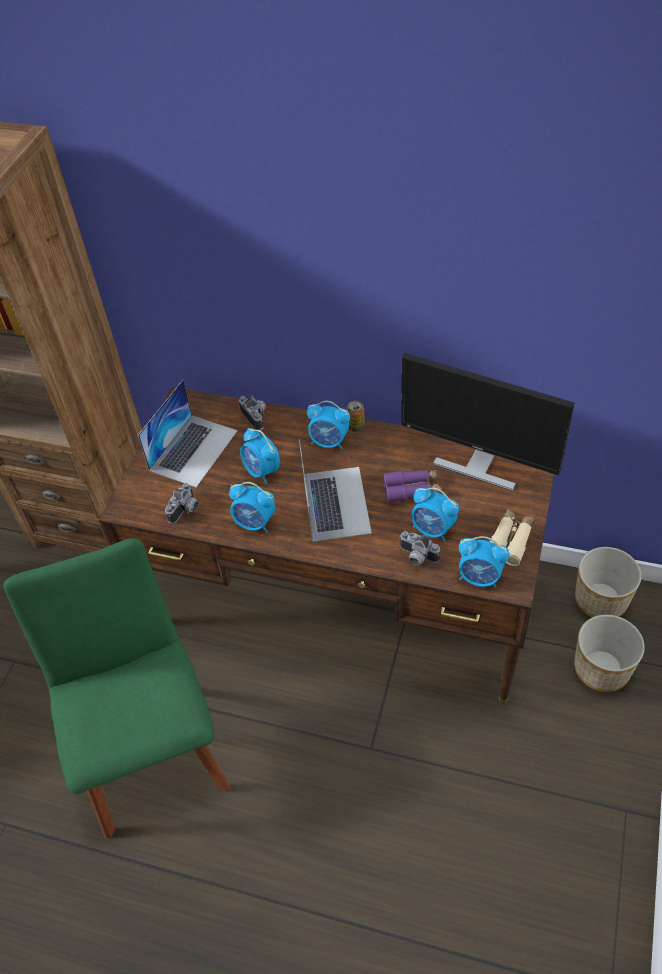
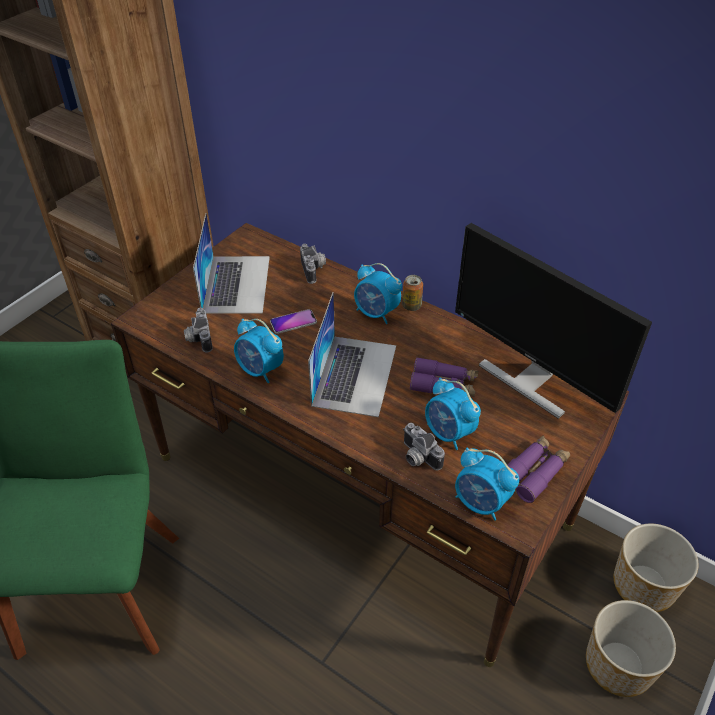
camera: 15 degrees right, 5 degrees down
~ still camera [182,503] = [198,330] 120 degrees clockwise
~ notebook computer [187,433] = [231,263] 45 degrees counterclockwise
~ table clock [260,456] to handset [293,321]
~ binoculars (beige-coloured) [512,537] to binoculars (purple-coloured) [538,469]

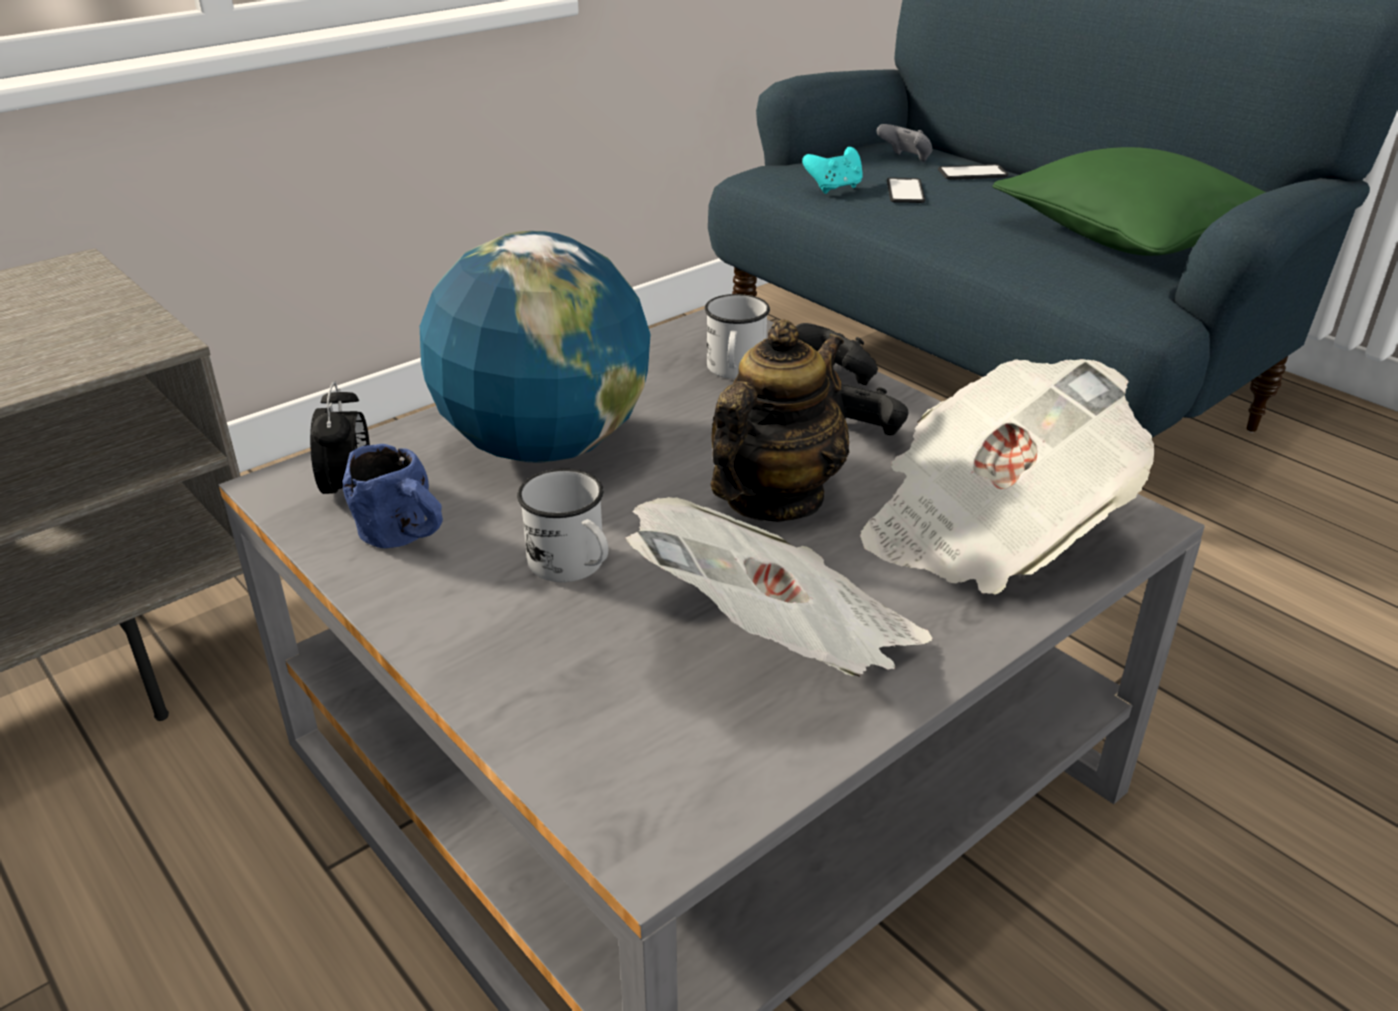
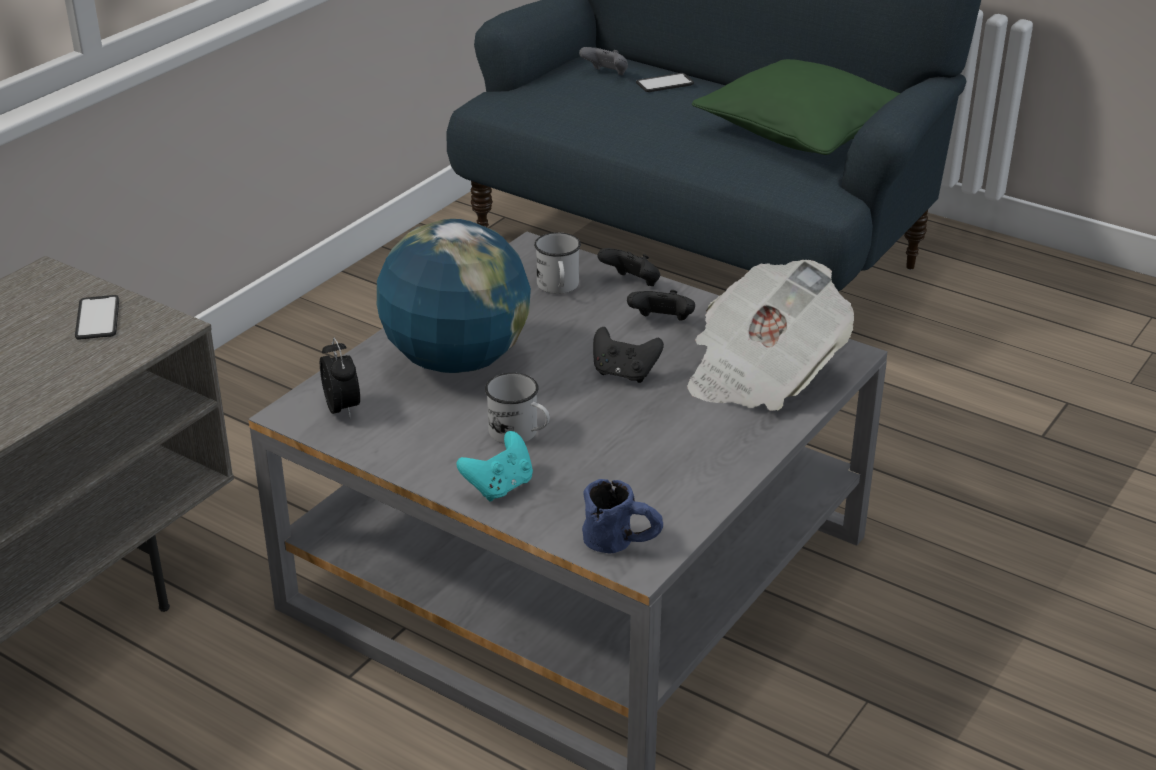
camera: 15 degrees left, 0 degrees up
~ handset [906,190] to [97,317]
~ joypad (turquoise) [832,170] to [494,466]
~ tea mug (bluish) [393,496] to [622,516]
~ tea pot [780,420] to joypad (black-coloured) [628,355]
- newspaper [779,587]

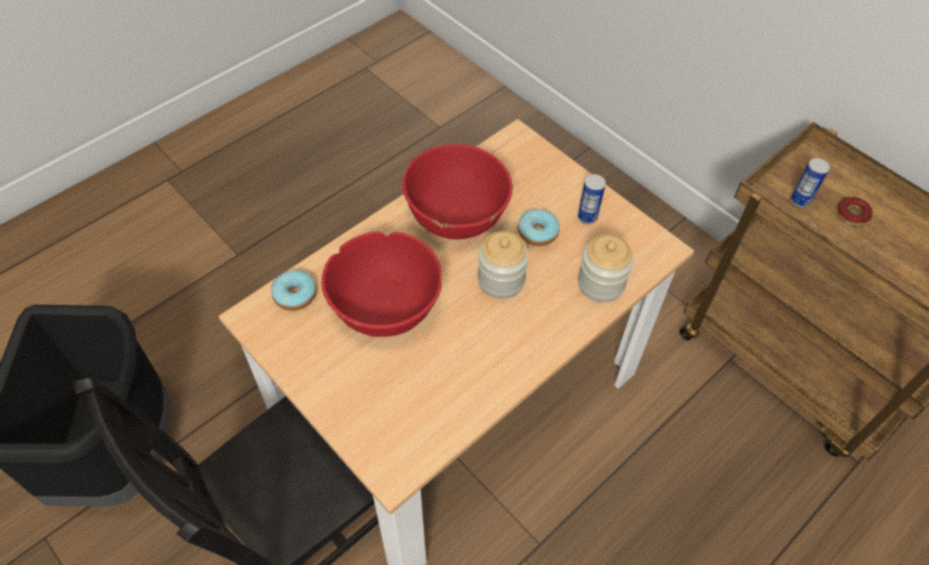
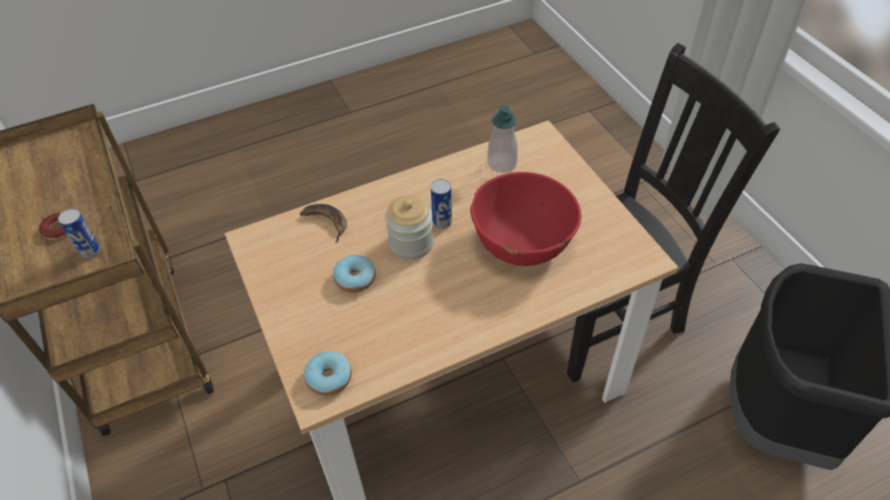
camera: 160 degrees left, 5 degrees down
~ jar [606,268] to banana [323,223]
~ donut [293,290] to [328,373]
~ sealed can [592,199] to [441,204]
+ liquid soap bottle [502,139]
- deep dish (reddish) [457,192]

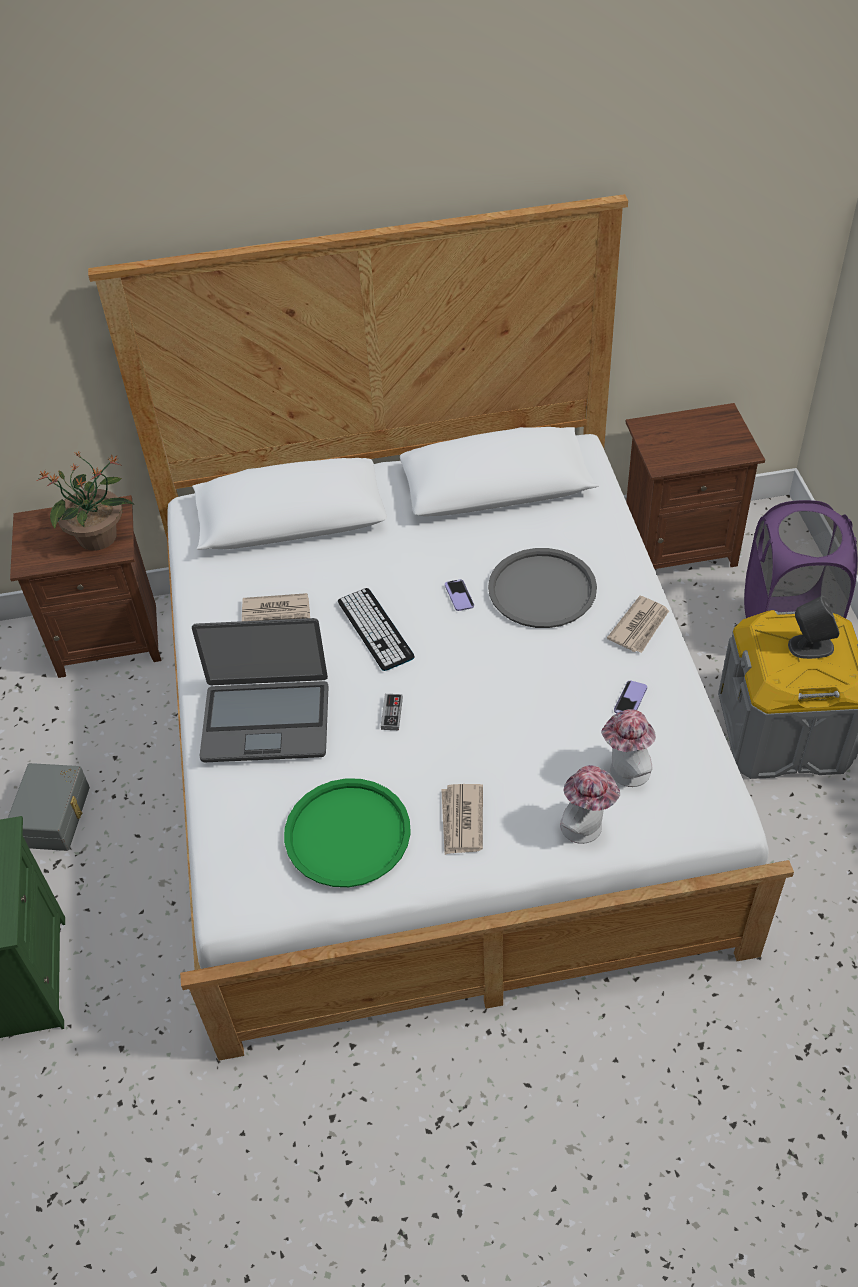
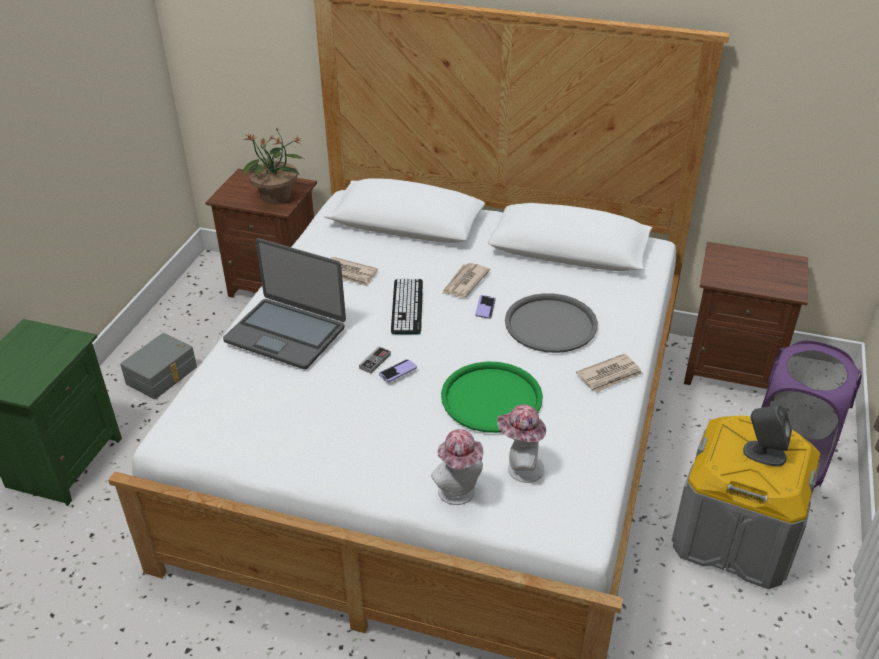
camera: 25 degrees right, 10 degrees down
~ handset [630,697] to [398,370]
~ serving tray (green-coloured) [347,832] to [492,397]
~ newspaper [462,819] to [466,280]

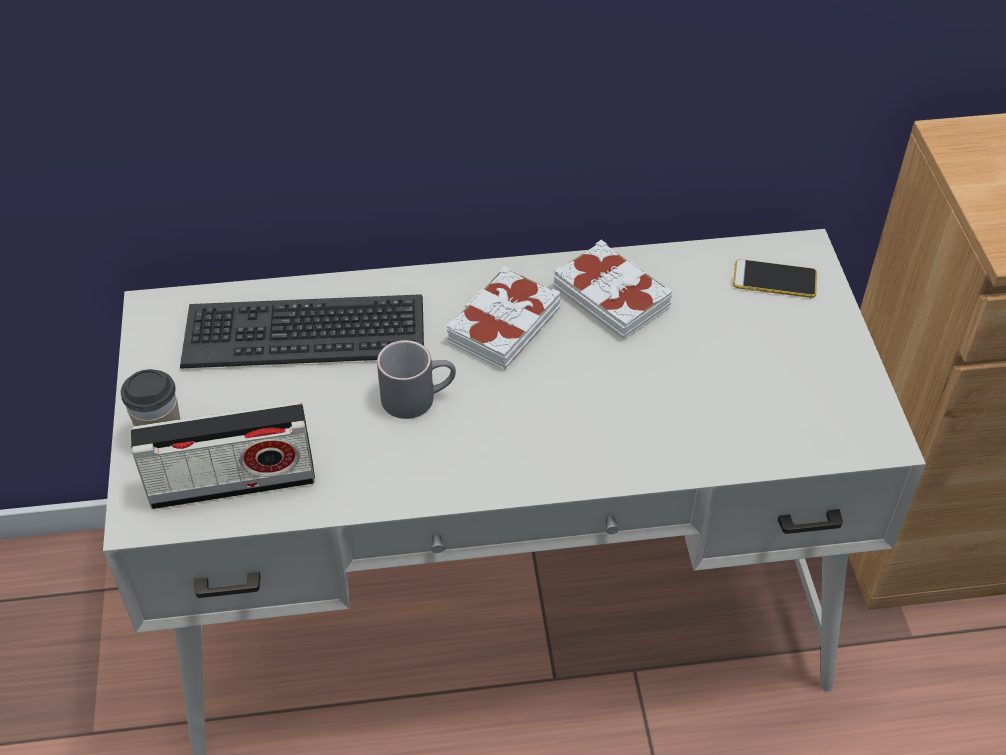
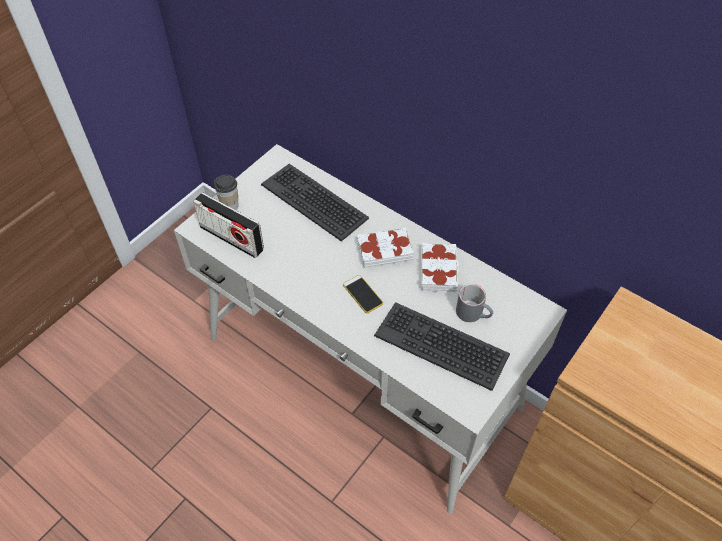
camera: 45 degrees right, 5 degrees up
~ handset [775,278] to [363,294]
+ computer keyboard [442,346]
~ tea mug (greyish) [416,379] to [474,303]

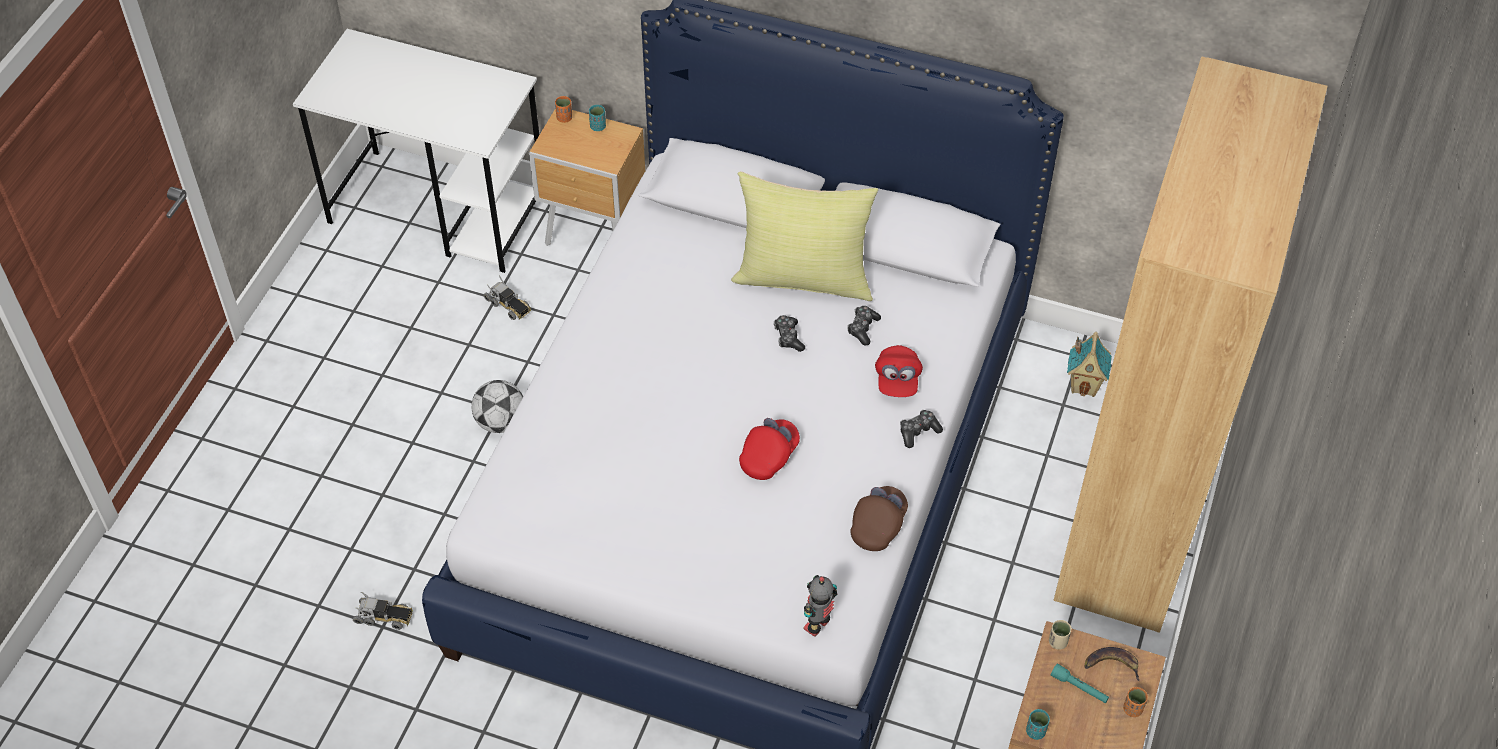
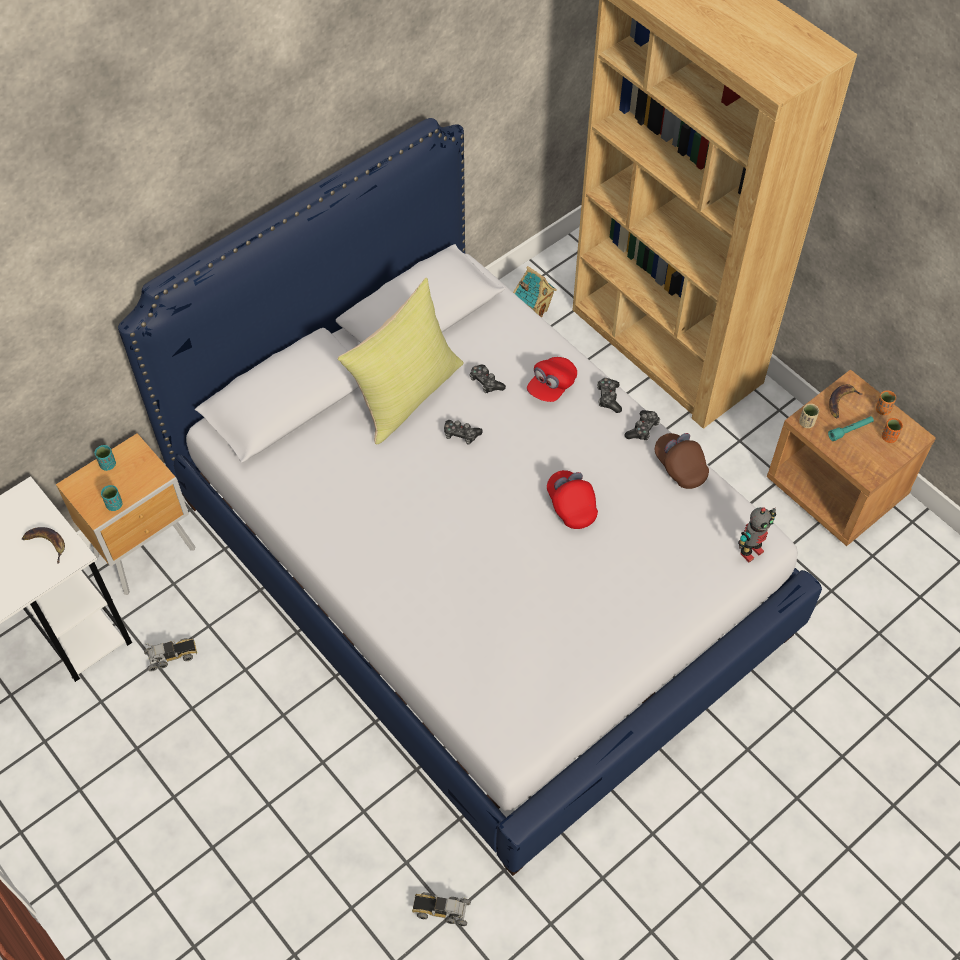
camera: 60 degrees left, 5 degrees up
+ banana [43,545]
~ small cup (turquoise) [1038,724] to [111,498]
~ model truck [383,611] = [441,909] 120 degrees counterclockwise
~ baseball cap (reddish) [899,371] = [552,379] 90 degrees clockwise
+ joypad [642,425]
~ model robot [820,606] = [757,534] 105 degrees counterclockwise
~ small cup (orange-coloured) [563,109] to [892,430]
- football ball [497,406]

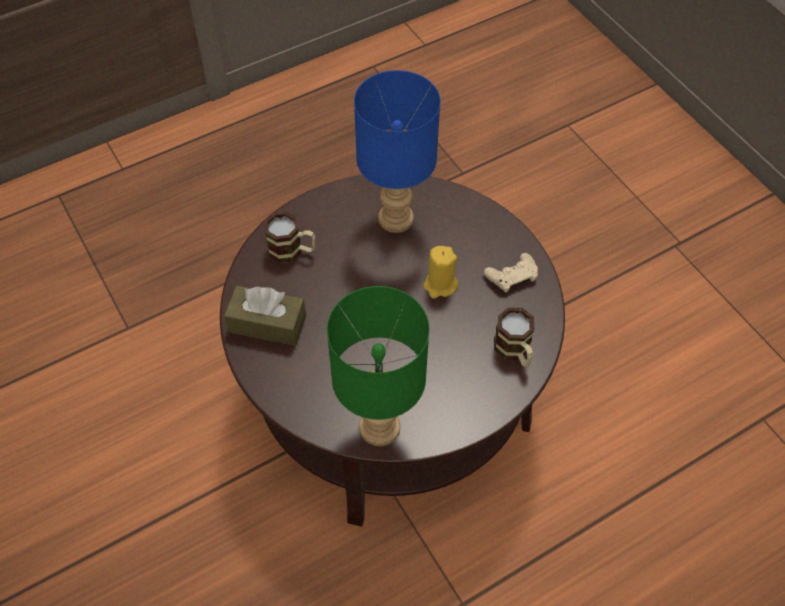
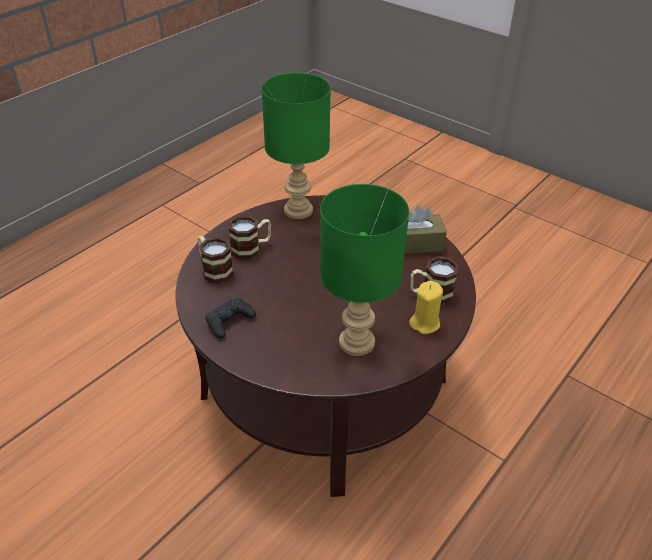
camera: 160 degrees right, 15 degrees down
~ joypad (beige-coloured) [511,273] to joypad (black-coloured) [231,318]
+ tea mug [250,238]
~ lamp for a table (bluish) [397,151] to lamp for a table (green-coloured) [365,270]
~ wax light (yellow) [440,272] to [426,307]

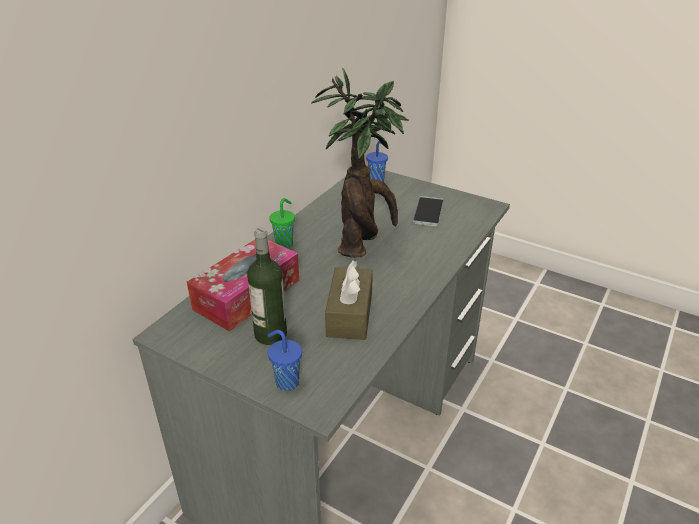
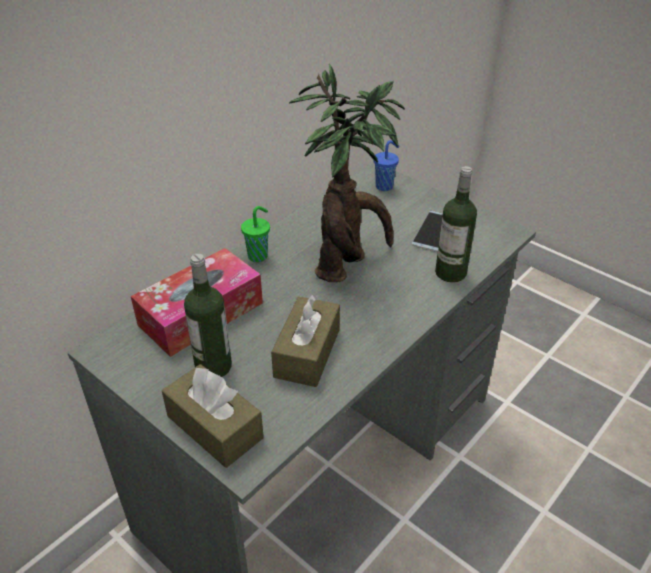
camera: 10 degrees right, 5 degrees up
~ small cup (bluish) [284,360] to tissue box (brownish) [213,416]
+ beverage bottle [456,224]

